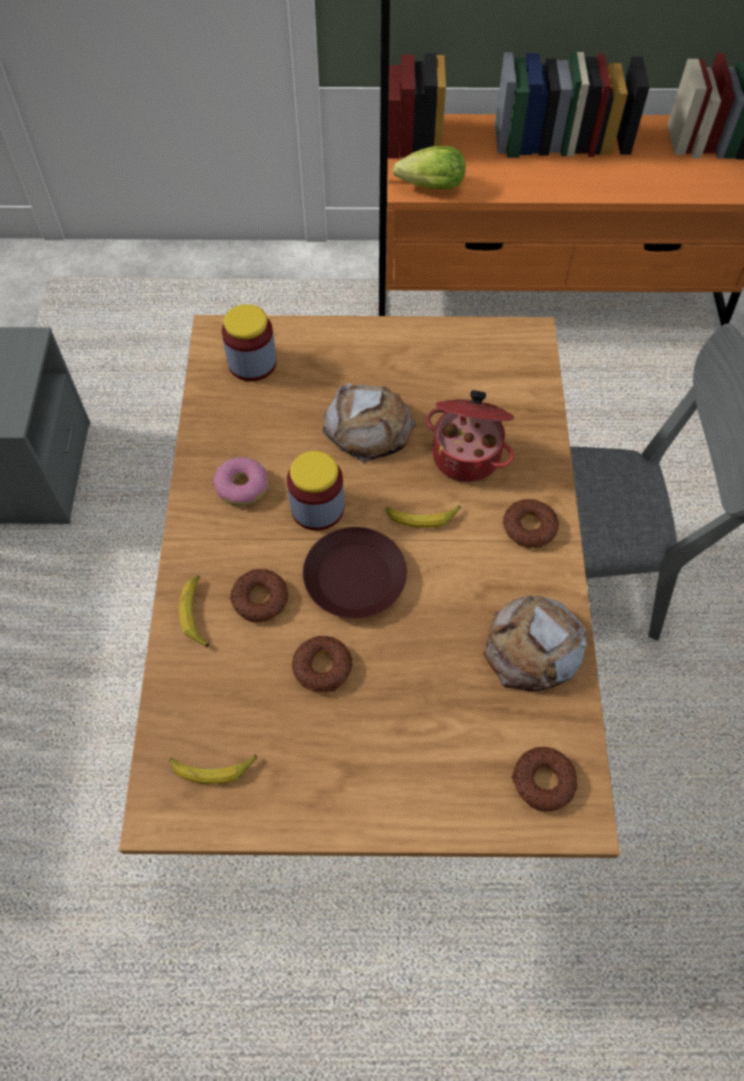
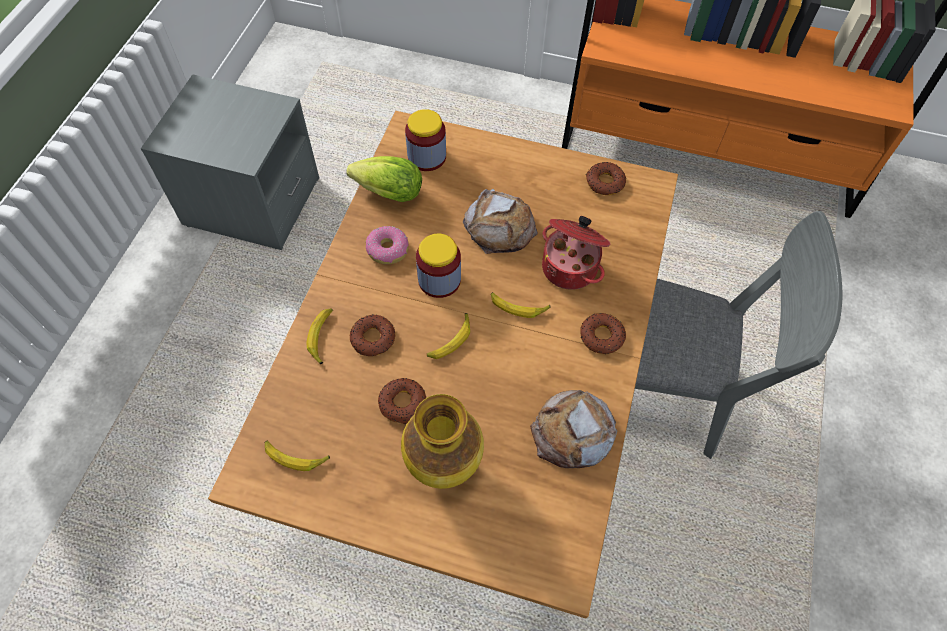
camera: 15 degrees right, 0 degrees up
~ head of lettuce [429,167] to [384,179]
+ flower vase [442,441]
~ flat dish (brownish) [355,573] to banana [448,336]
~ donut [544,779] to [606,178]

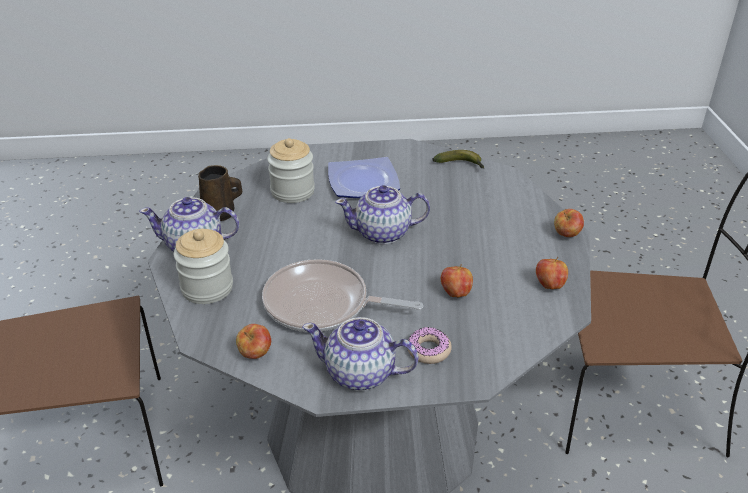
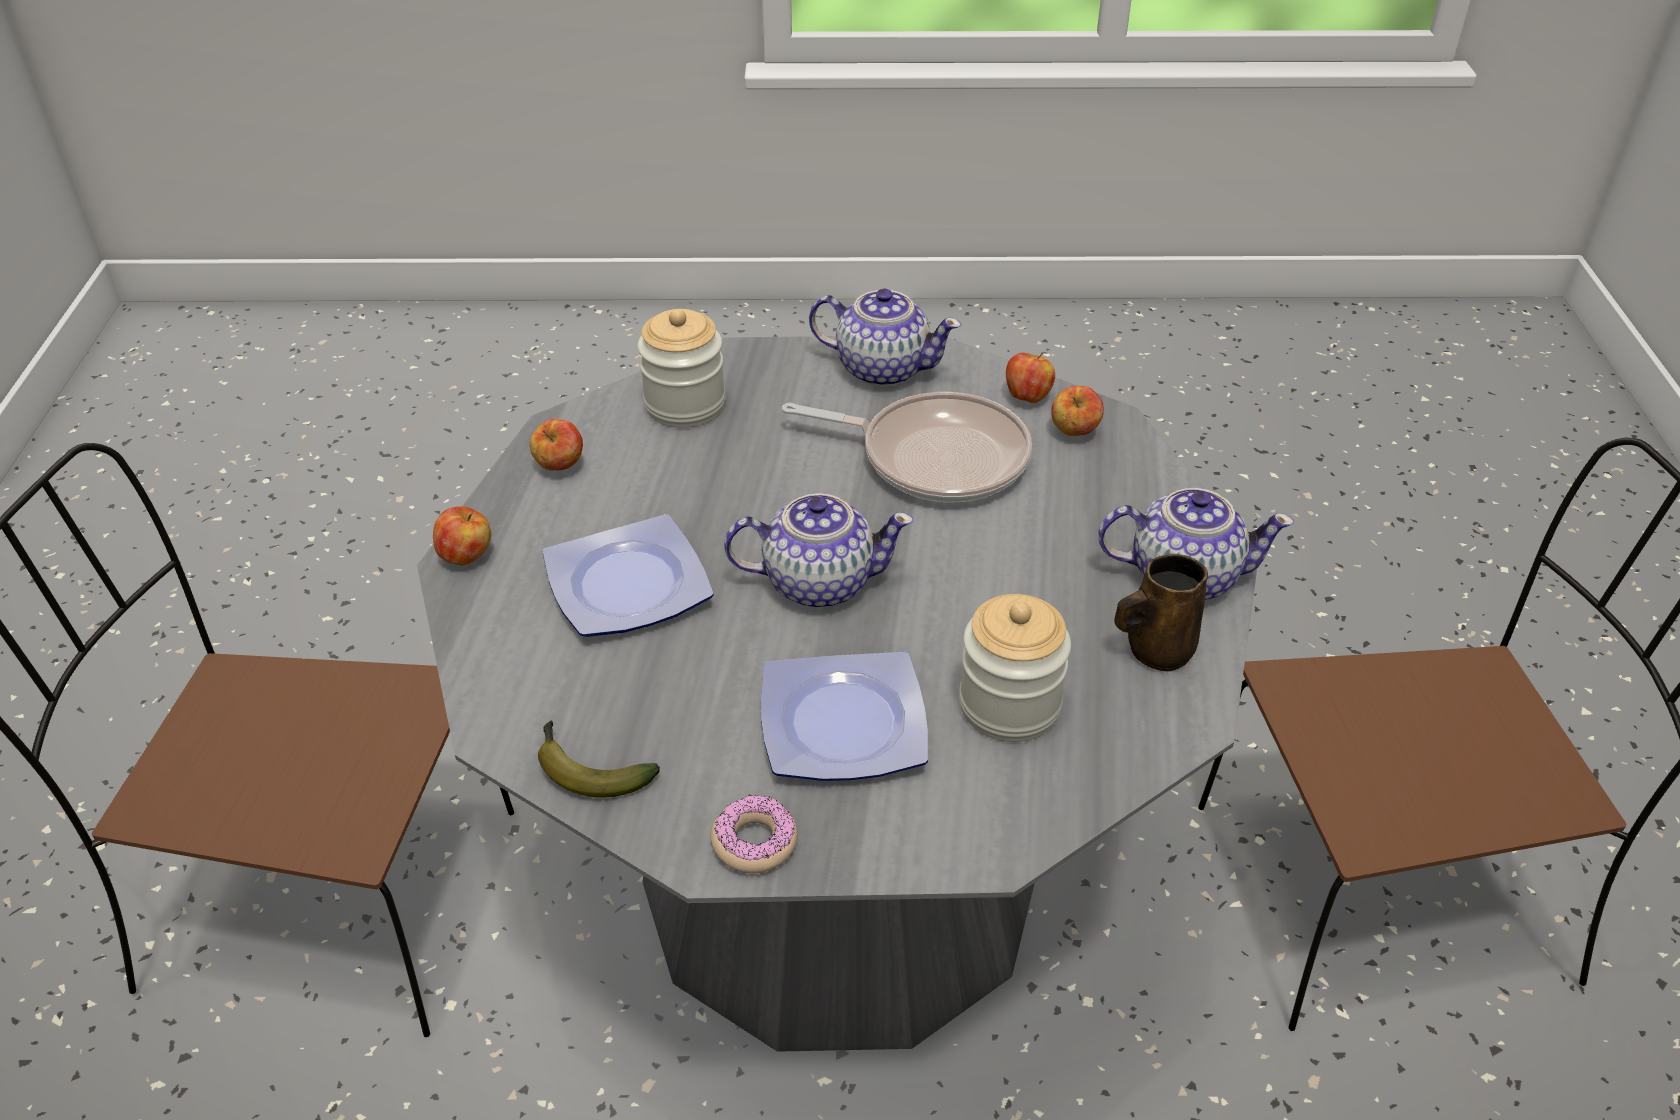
camera: 175 degrees left, 5 degrees up
+ flat dish [628,575]
~ jar [203,266] to [682,368]
~ donut [429,345] to [754,833]
~ whole apple [457,280] to [1077,411]

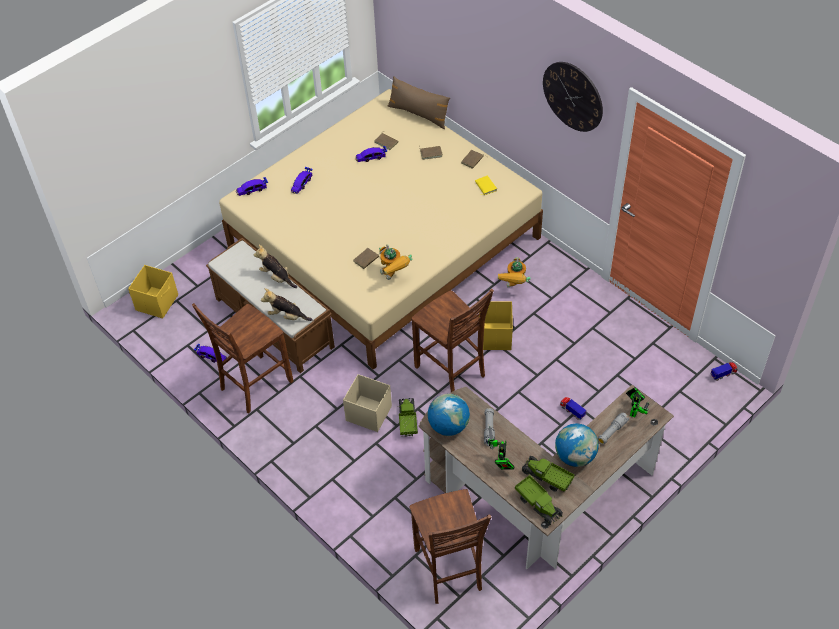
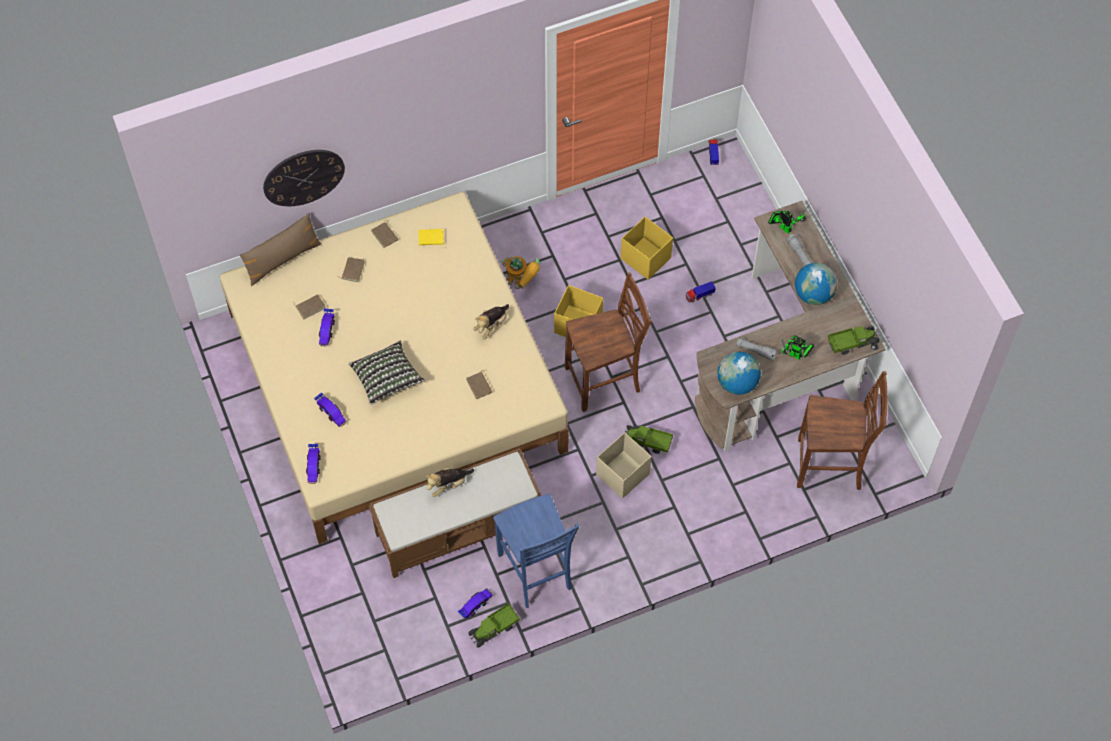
camera: 70 degrees left, 10 degrees up
~ clock on the wall [573,97] to [304,178]
+ cushion [387,373]
~ model truck [548,474] to [494,625]
~ soft toy [287,304] to [491,322]
~ plain chair (brownish) [242,358] to plain chair (bluish) [536,551]
~ storage container (yellow) [153,291] to [647,248]
- model robot [396,262]

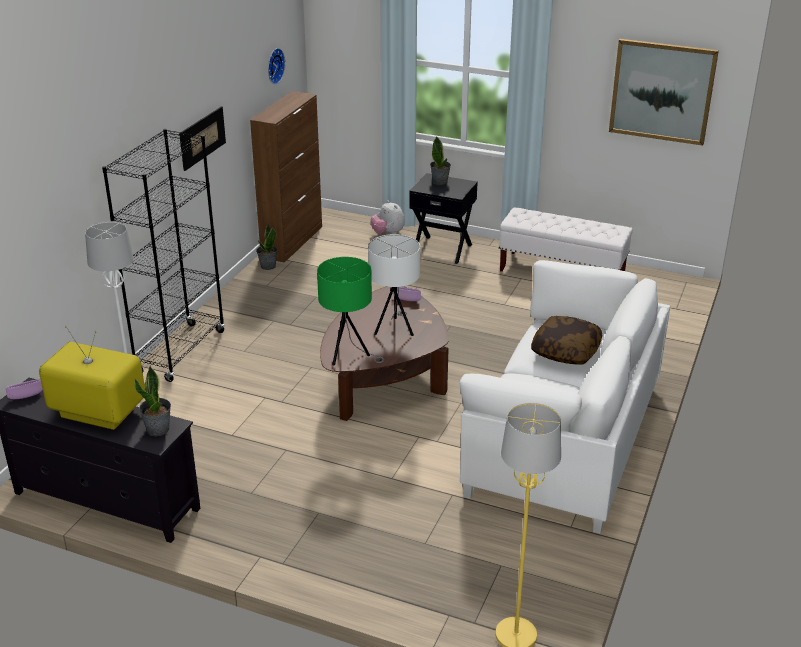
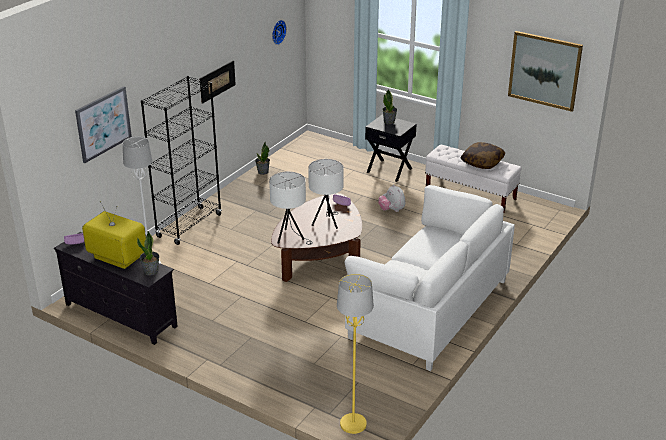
camera: 10 degrees right, 0 degrees up
+ picture [103,124]
~ lamp for a table (green-coloured) [350,311] to lamp for a table (white) [291,208]
~ soft toy [388,217] to [392,198]
~ cushion [566,340] to [483,155]
- cupboard (brownish) [286,177]

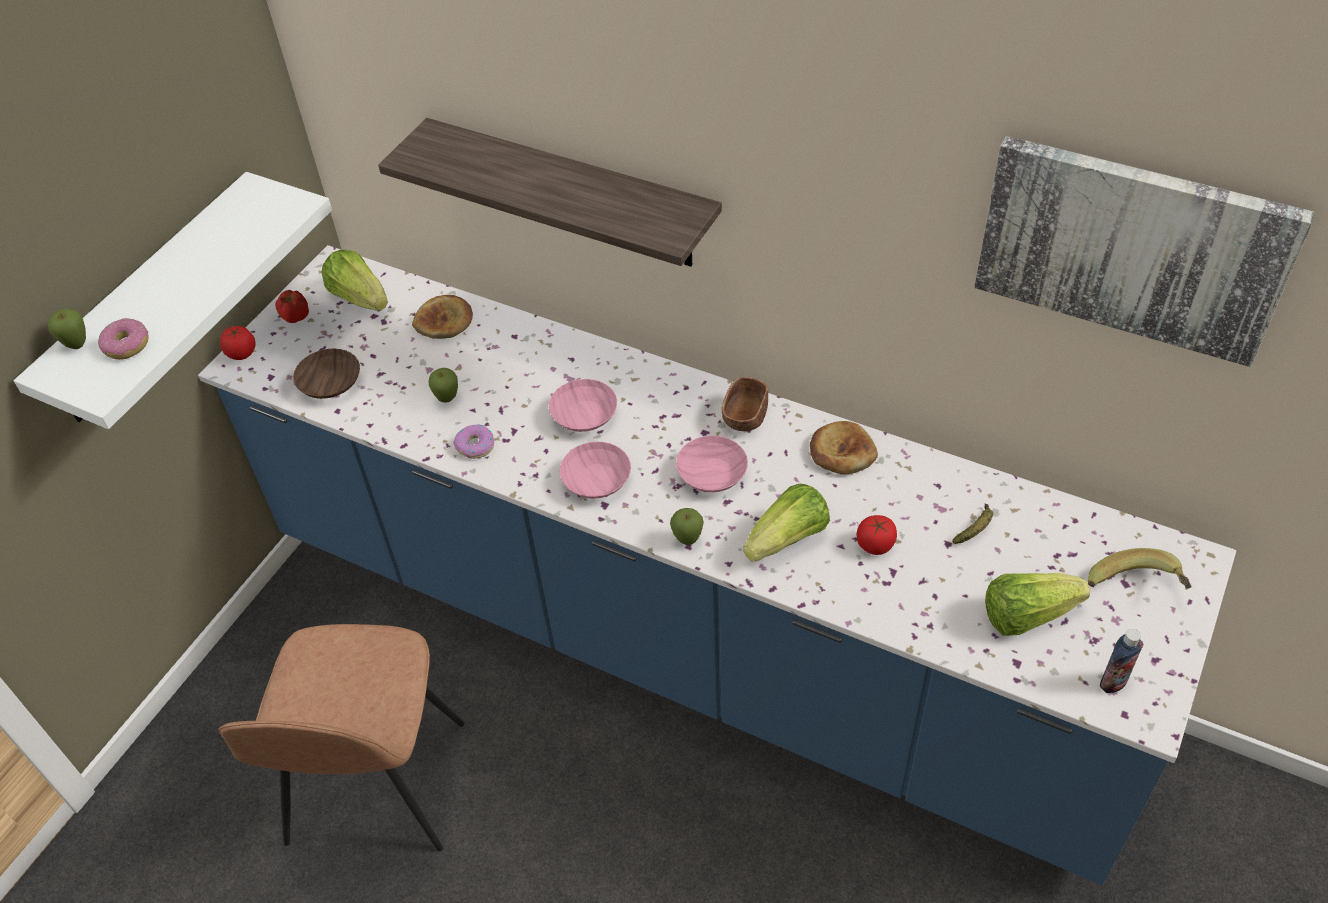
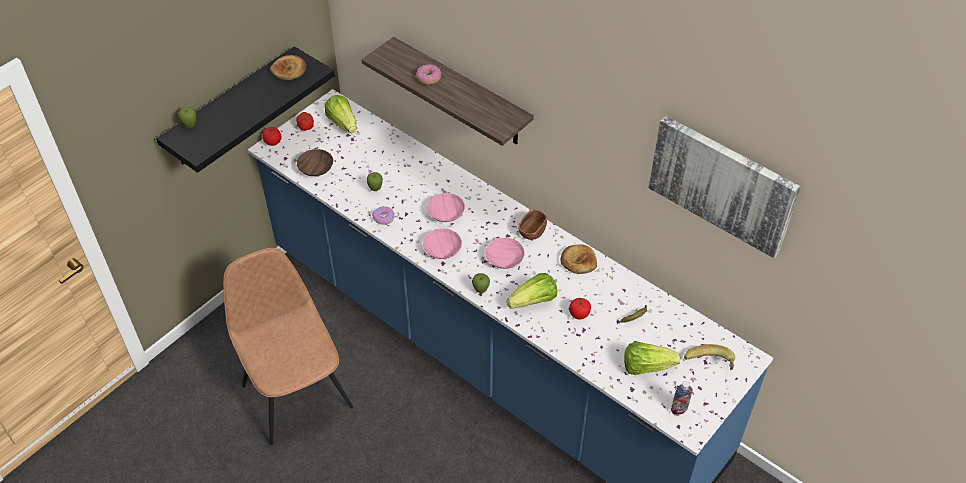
camera: 10 degrees right, 0 degrees up
~ wall shelf (white) [173,300] to wall shelf (black-coloured) [245,109]
~ plain chair (brownish) [342,737] = [288,346] 135 degrees clockwise
~ bakery bread [442,317] to [288,67]
~ donut [123,339] to [428,74]

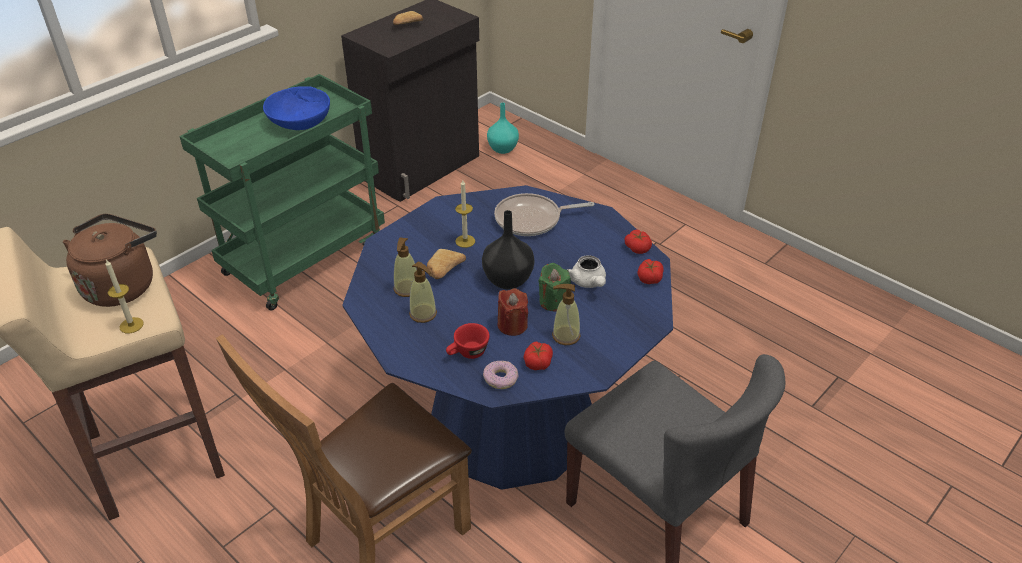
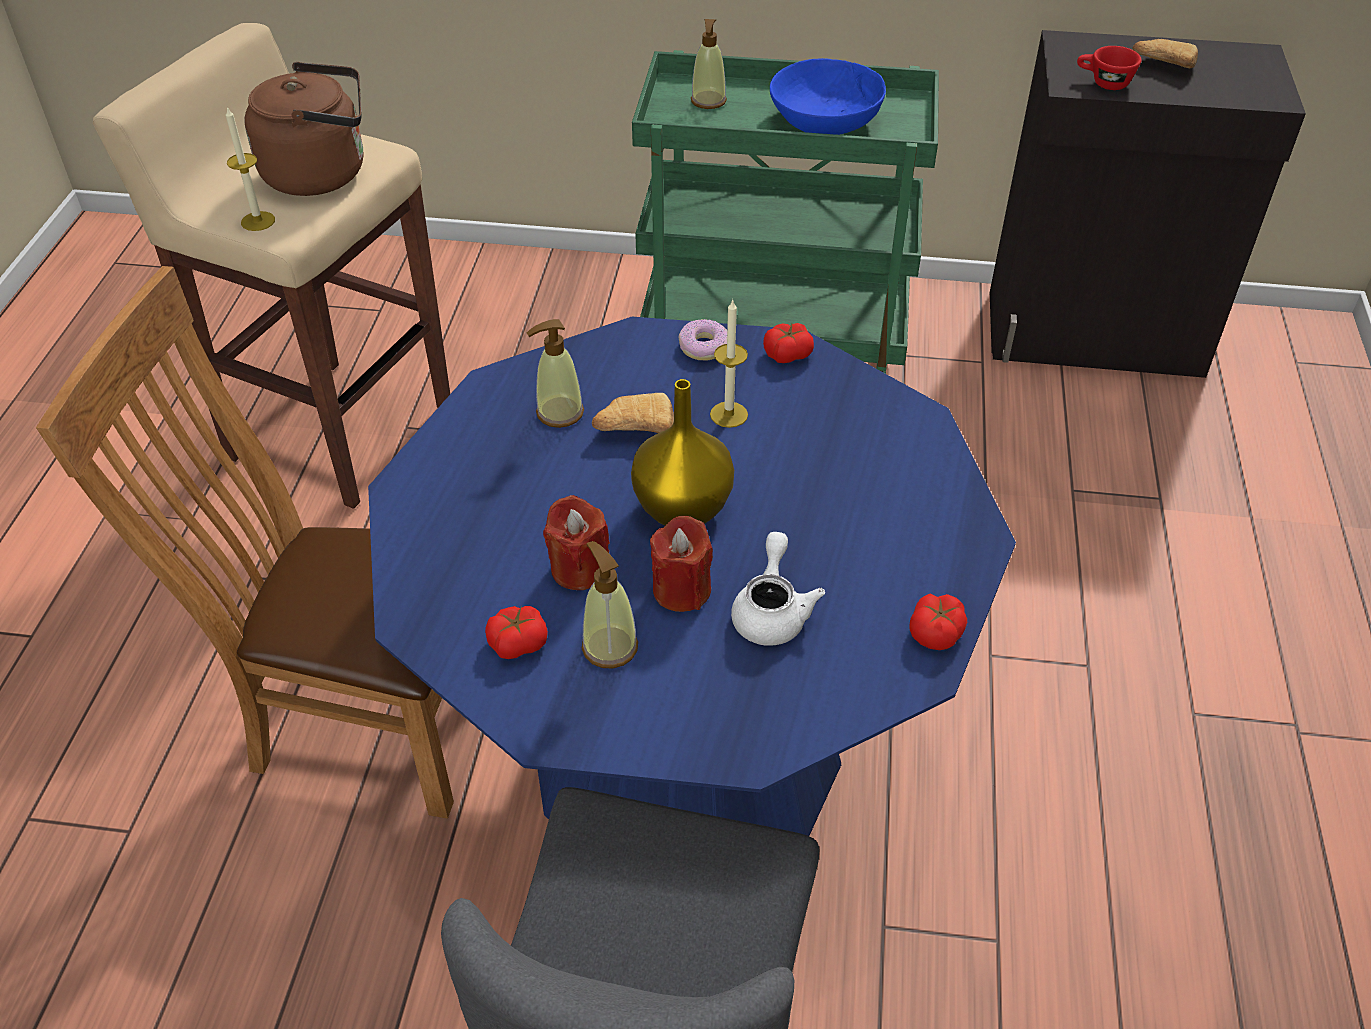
camera: 55 degrees right, 5 degrees up
~ flower vase (black-coloured) [508,249] to flower vase (yellow) [682,452]
~ wax light (green-coloured) [554,287] to wax light (reddish) [681,564]
~ donut [501,375] to [702,339]
~ liquid soap bottle [423,292] to [709,64]
~ tea pot (white) [586,271] = [778,589] 150 degrees clockwise
~ fresh tomato [650,271] to [788,342]
~ small cup (reddish) [468,341] to [1109,68]
- flower vase (turquoise) [503,128]
- pan [544,214]

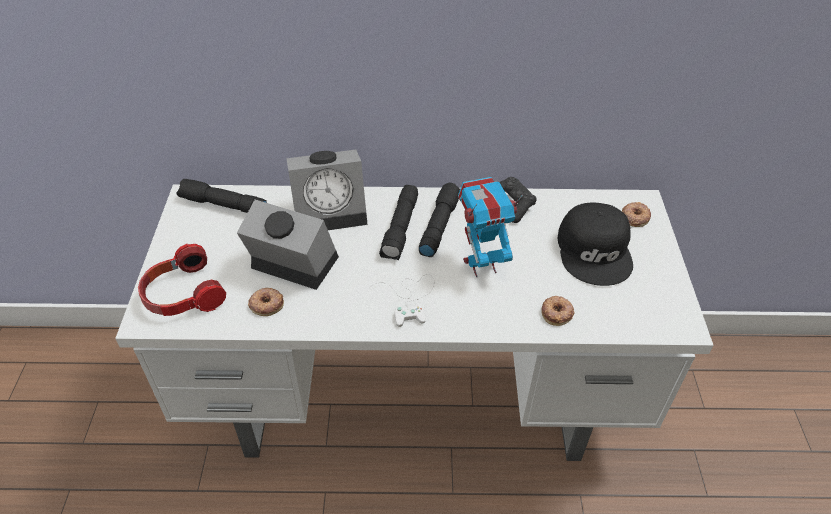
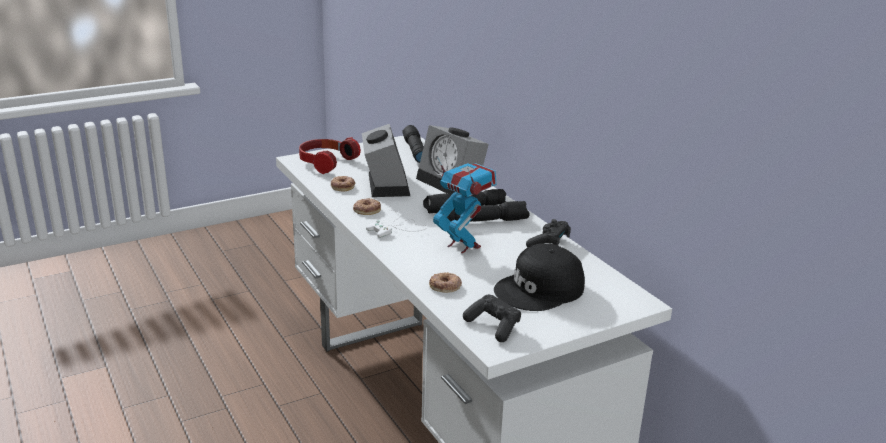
camera: 60 degrees right, 20 degrees down
~ donut [636,214] to [367,206]
+ joypad (black-coloured) [492,318]

